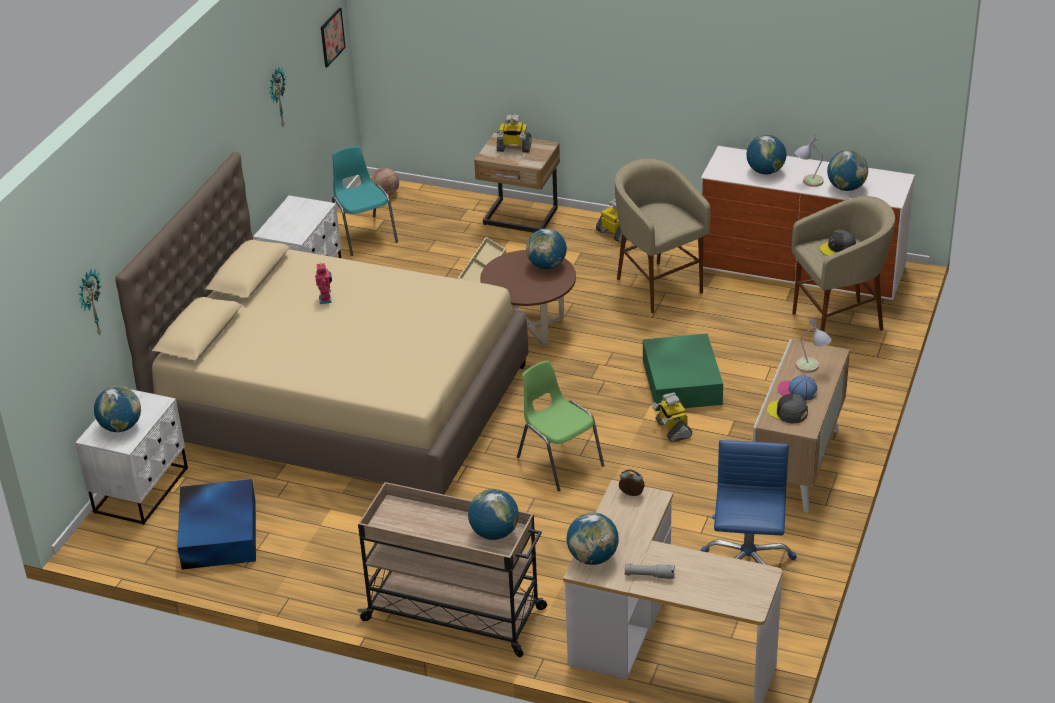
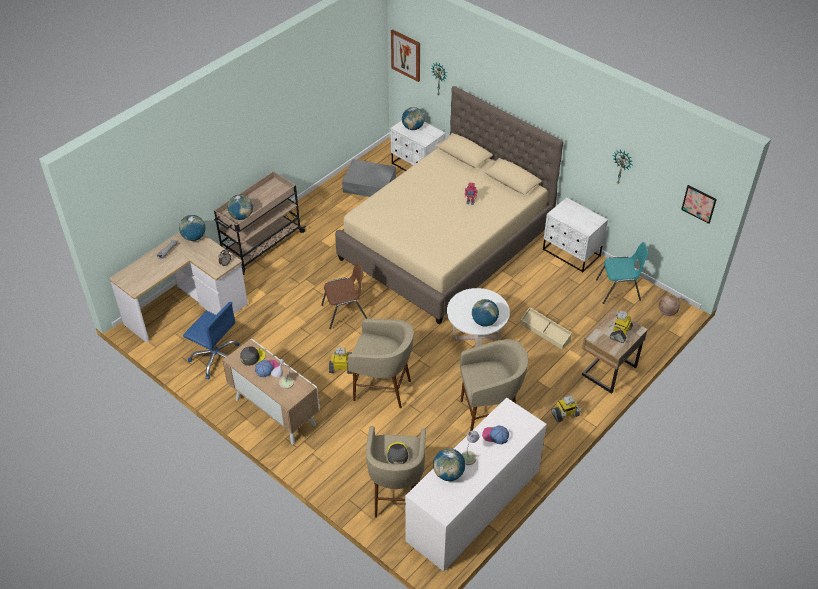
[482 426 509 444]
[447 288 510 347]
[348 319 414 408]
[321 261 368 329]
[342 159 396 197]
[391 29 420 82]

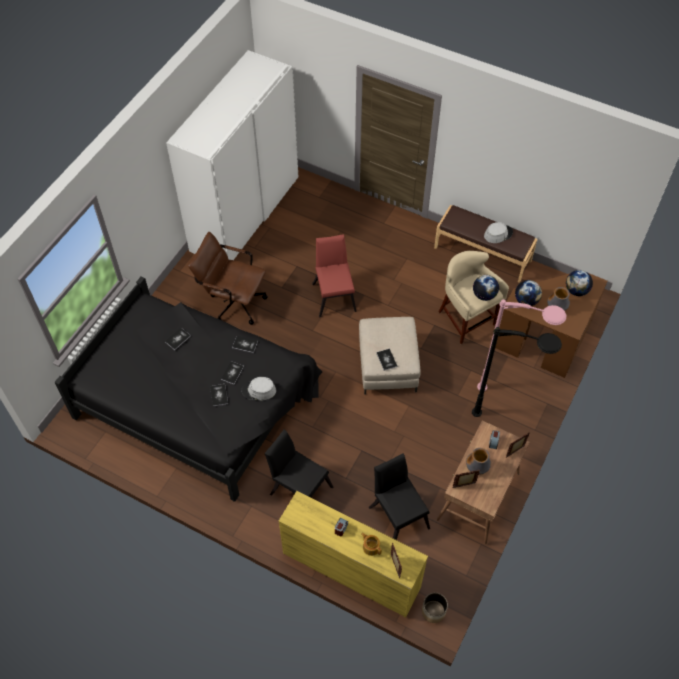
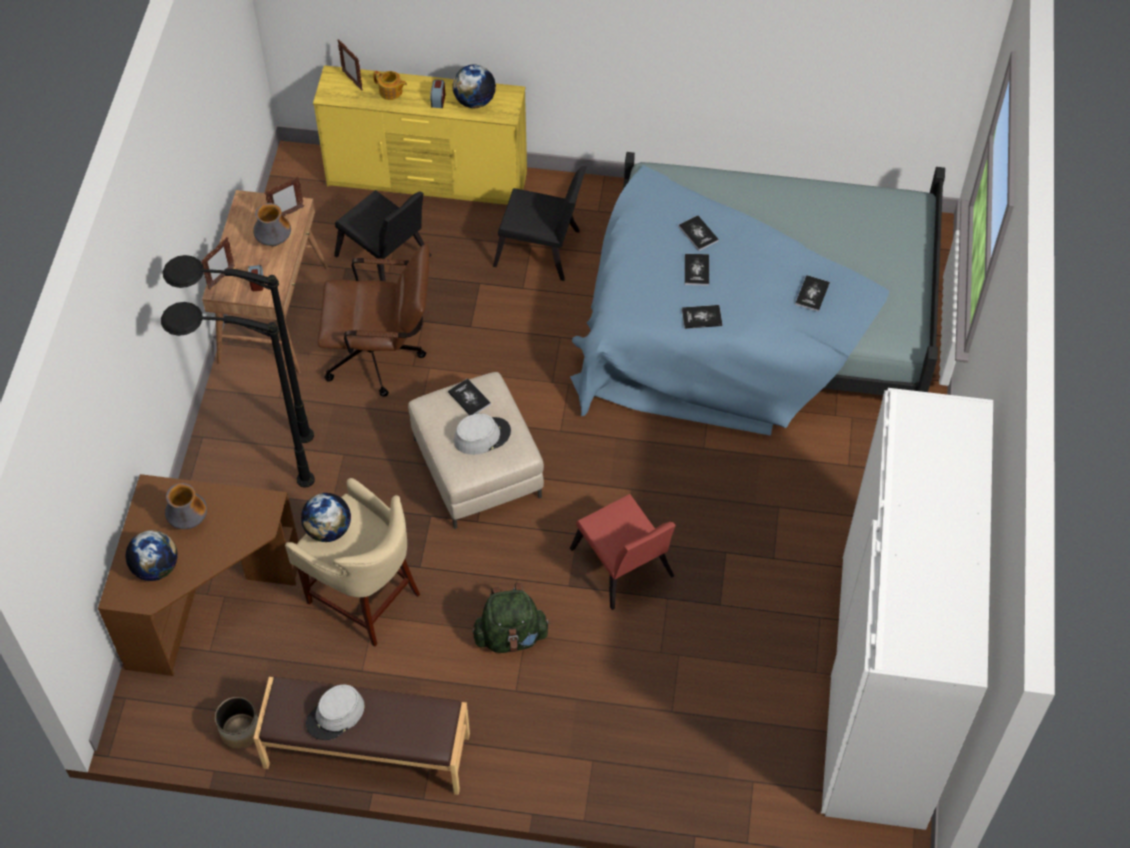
[318 244 430 397]
[570 152 945 436]
[453 65 496 108]
[161 302 315 488]
[454 414 511 455]
[215 697 258 749]
[473 583 550 653]

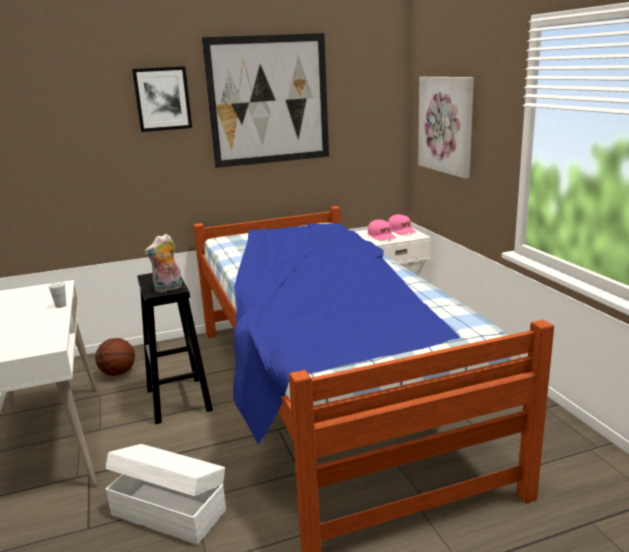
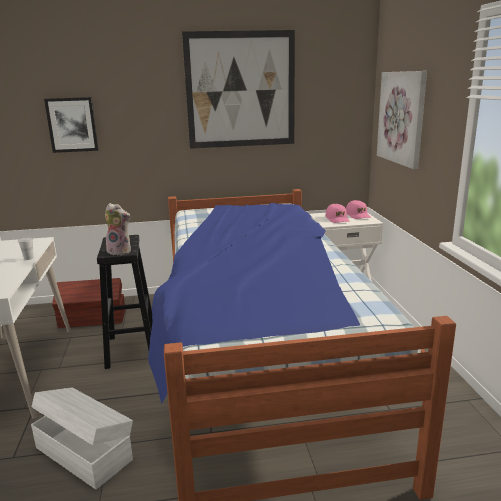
[44 97 99 153]
[105 203 131 255]
[52 278 125 328]

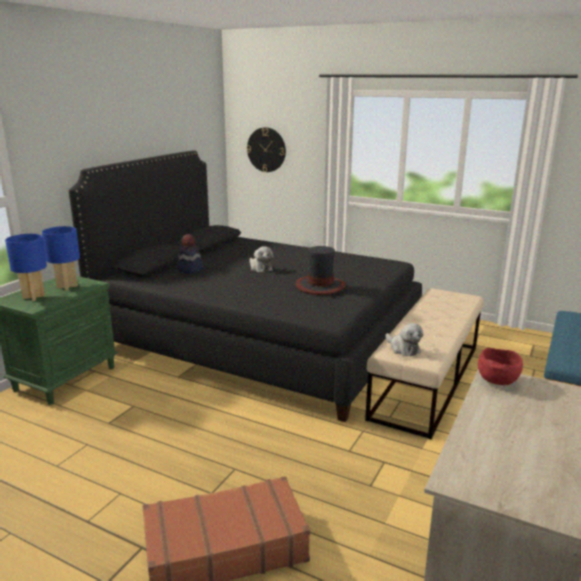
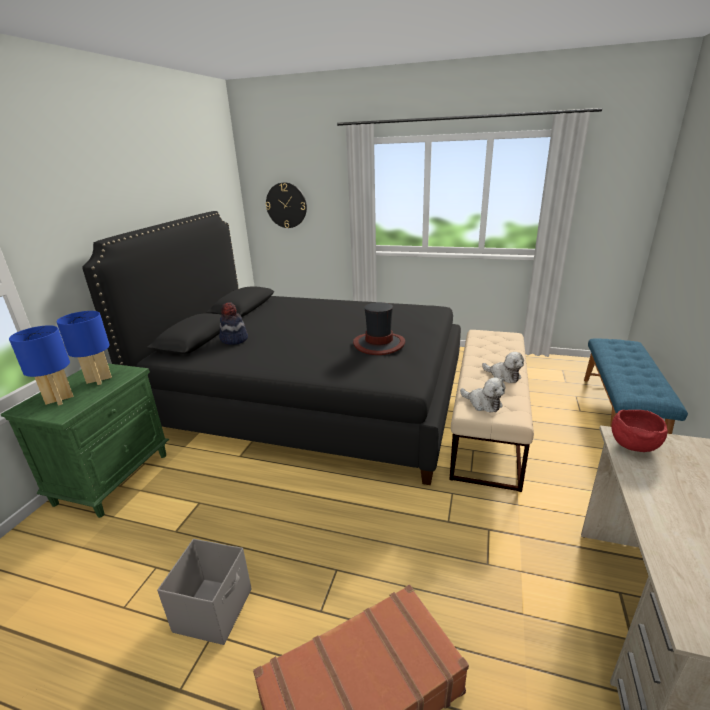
[482 352 524 383]
[157 539 252 645]

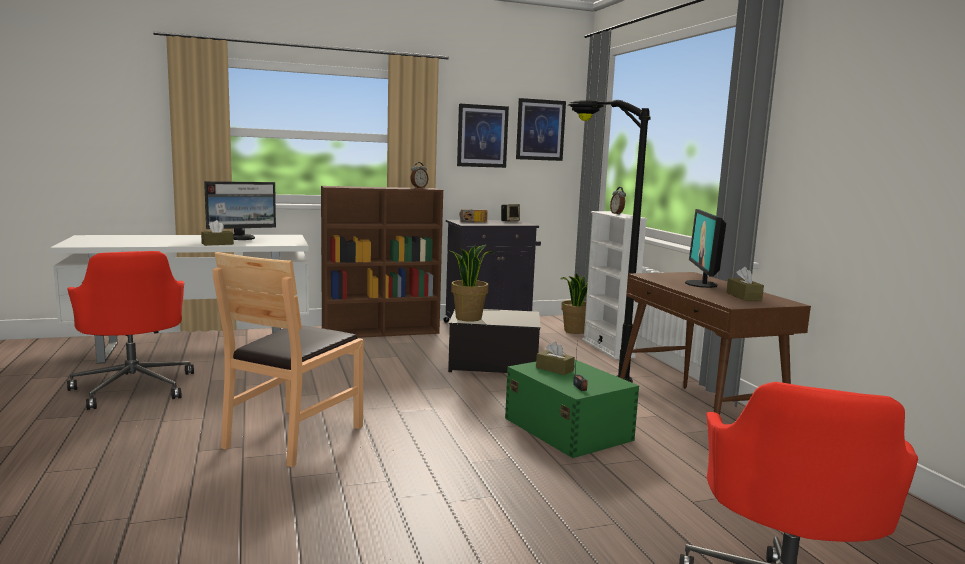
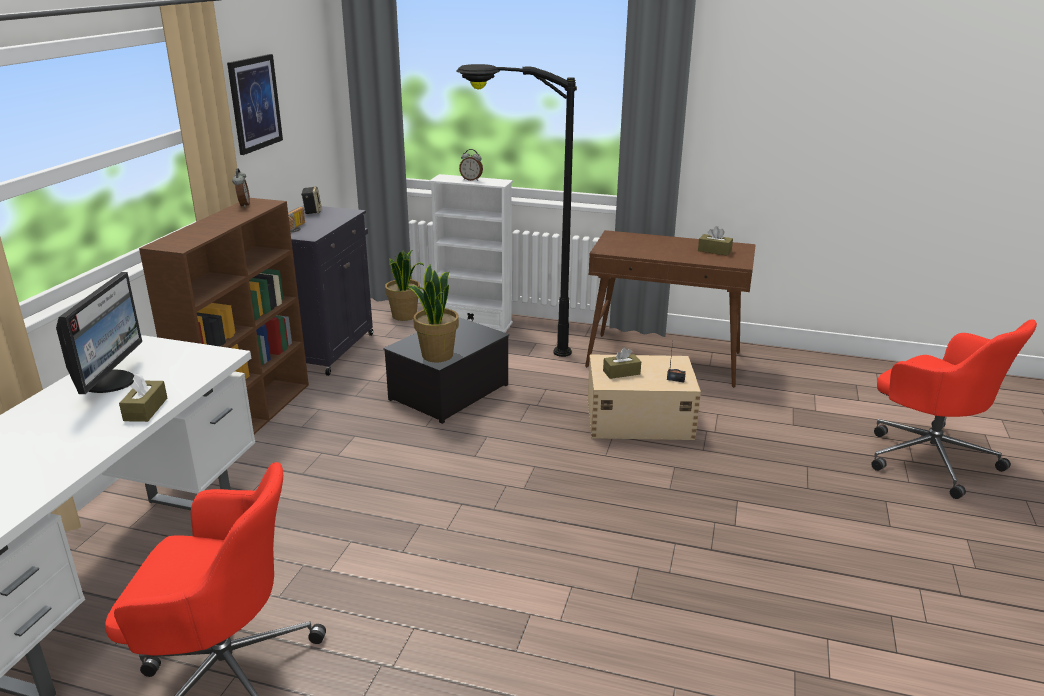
[516 98 566 161] (first image)
[685 209 726 288] (first image)
[213 252 363 467] (first image)
[588 354 701 440]

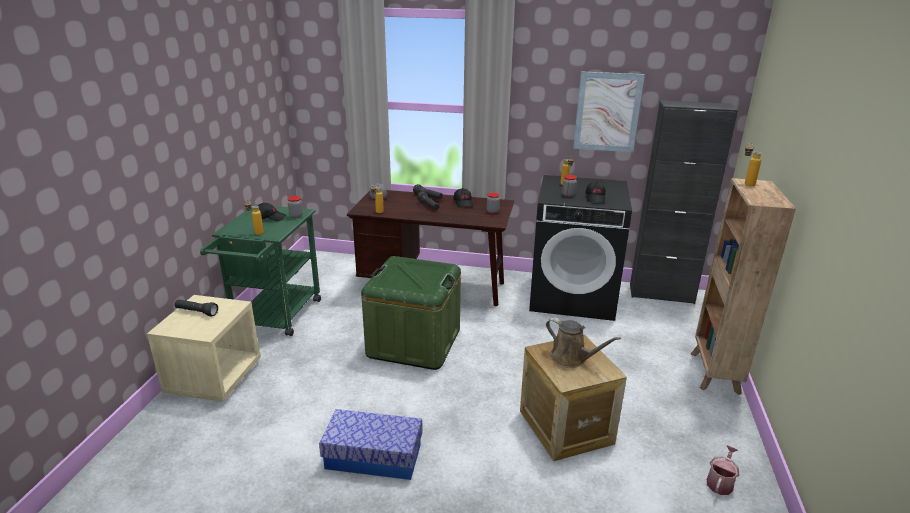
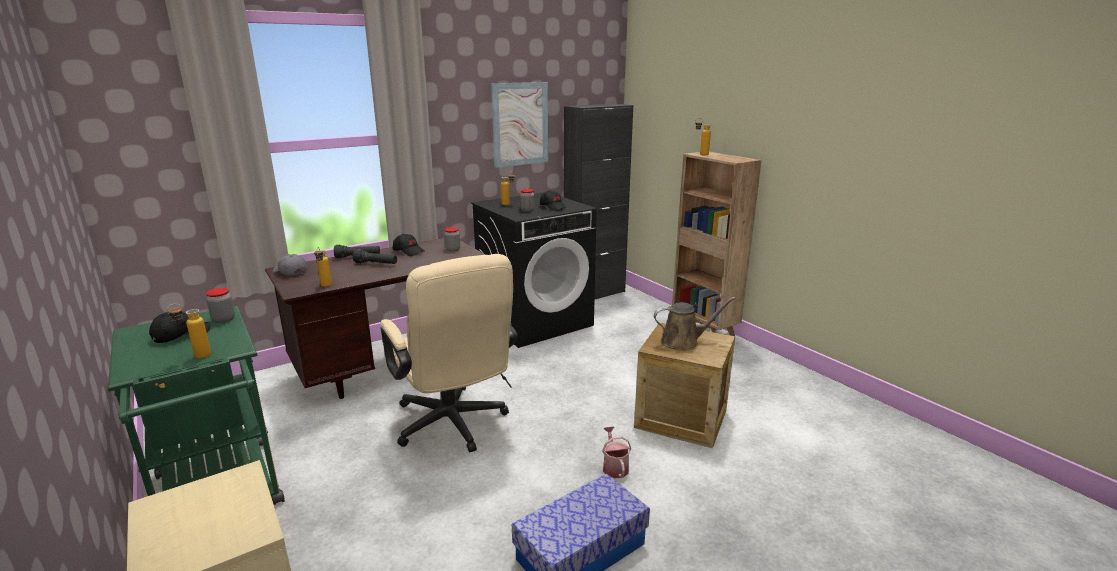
[380 254 518 452]
[175 299 218 317] (first image)
[602 426 631 479]

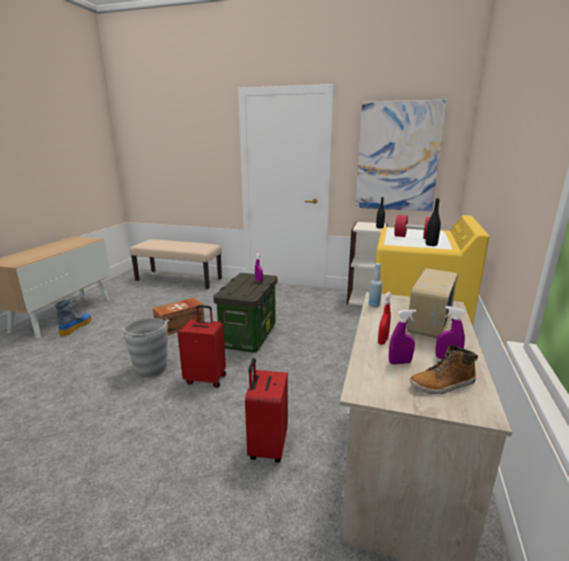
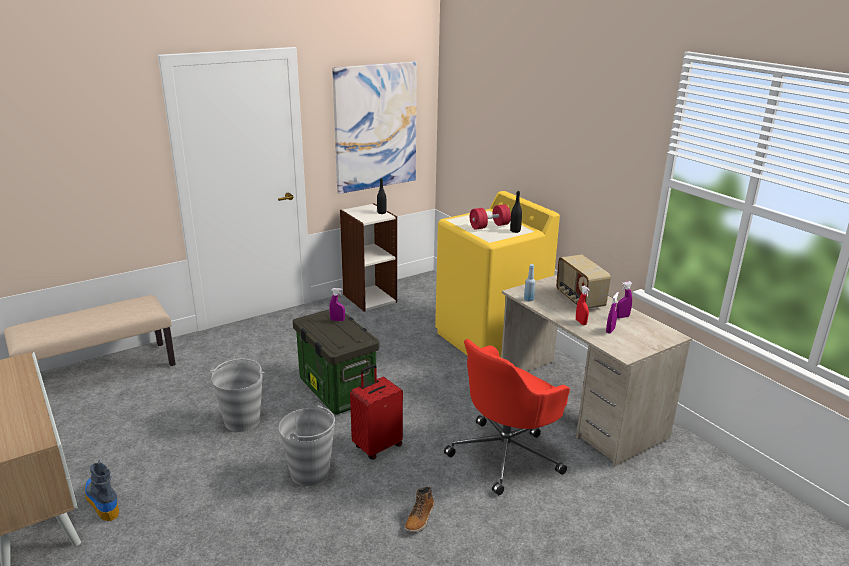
[210 359 265 432]
[405 487 434 533]
[444 339 570 495]

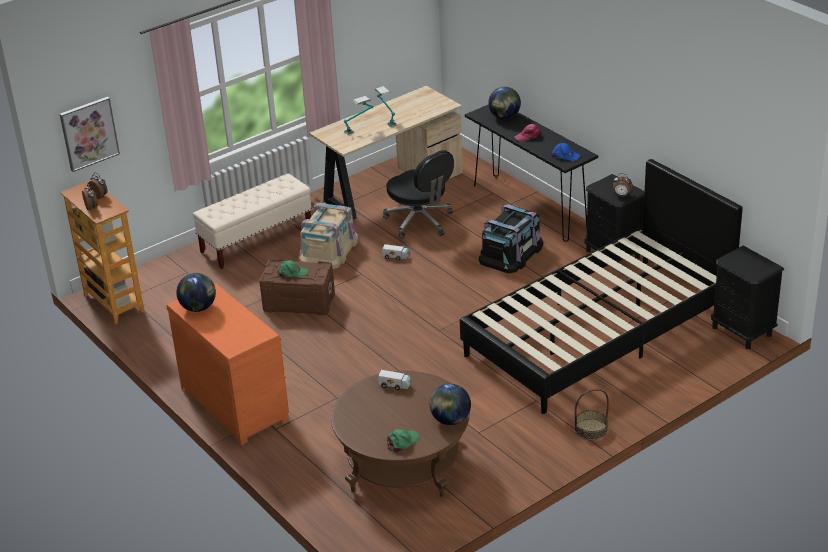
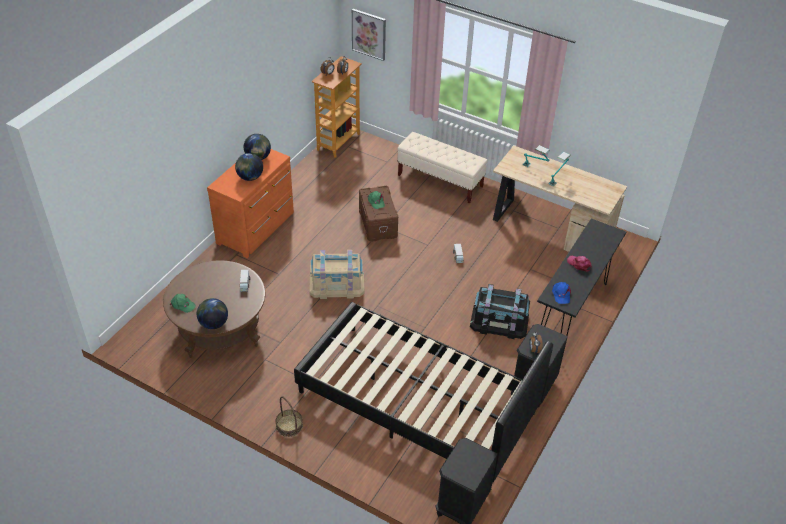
[235 153 263 181]
[383 150 454 239] (first image)
[309 250 364 299]

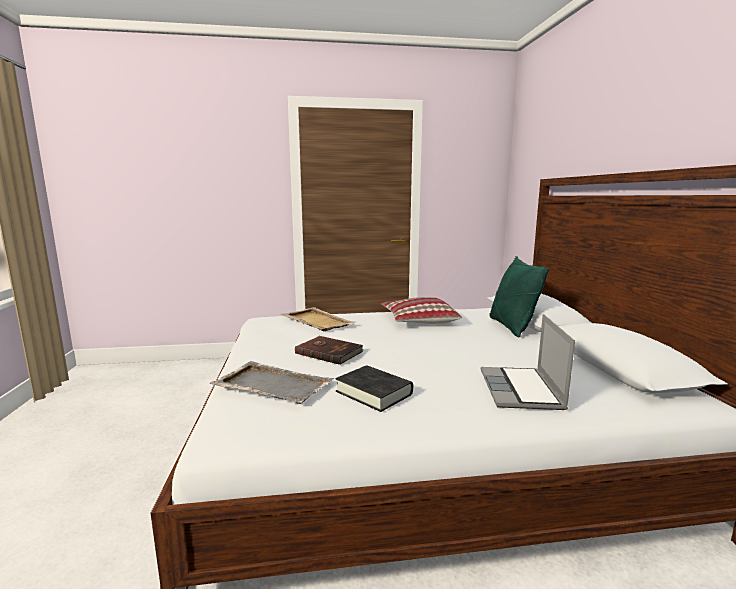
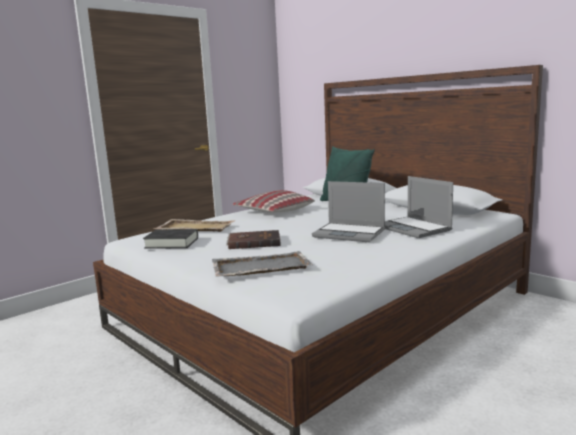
[143 229 198 249]
[312 181 385 242]

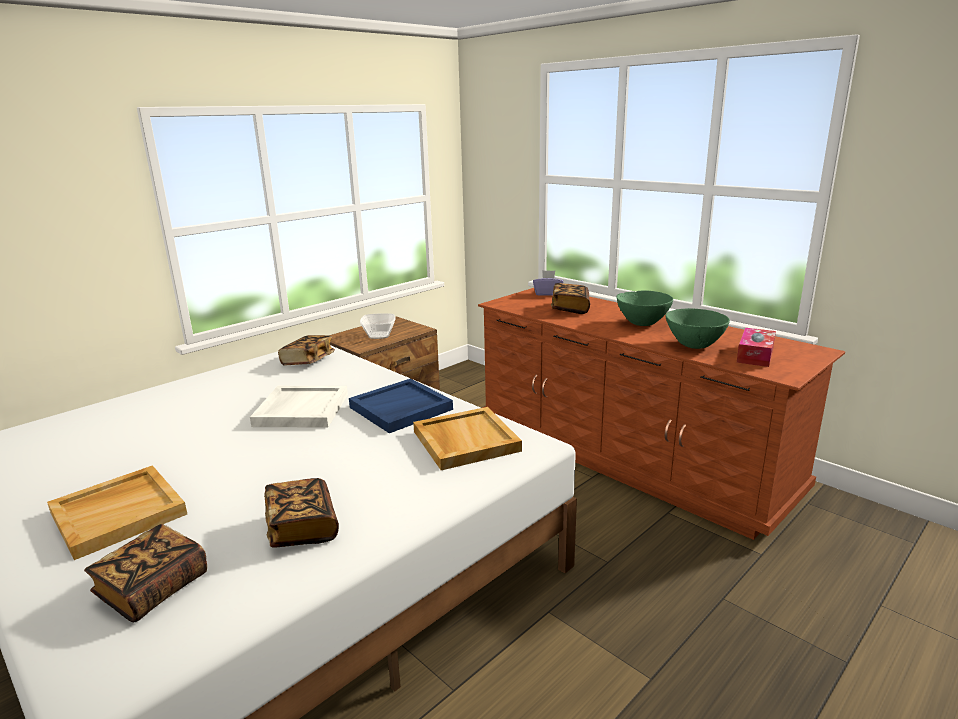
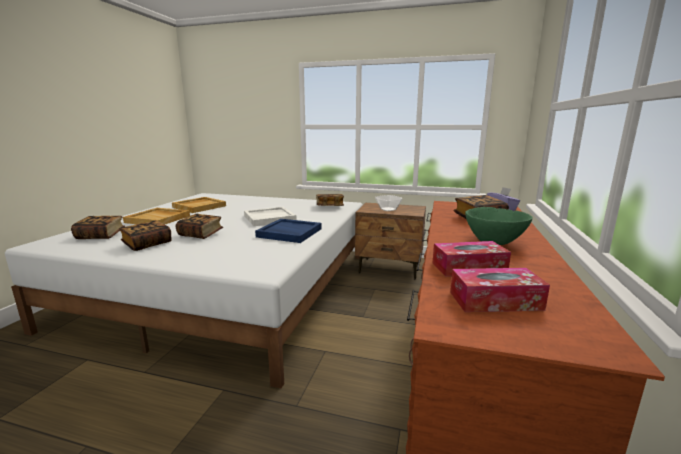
[433 241 511 277]
[172 197 226 213]
[176 214 223 239]

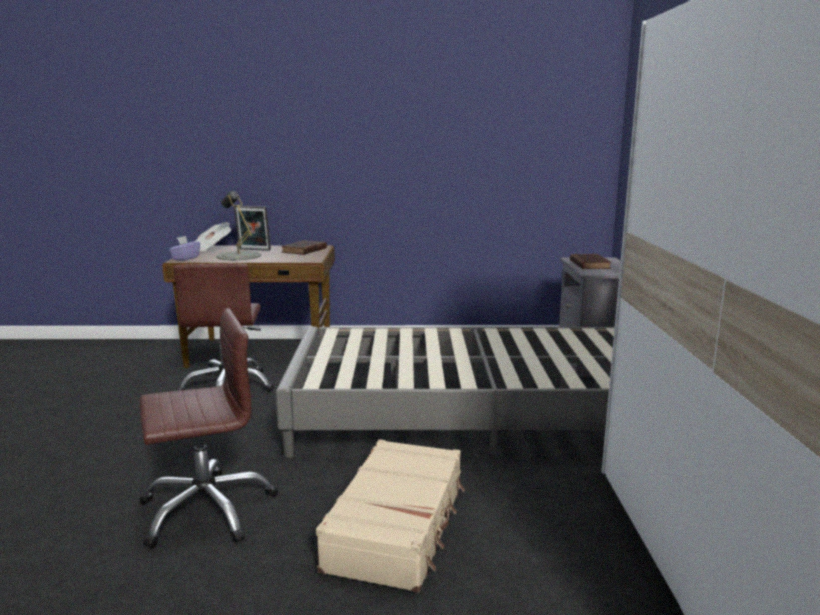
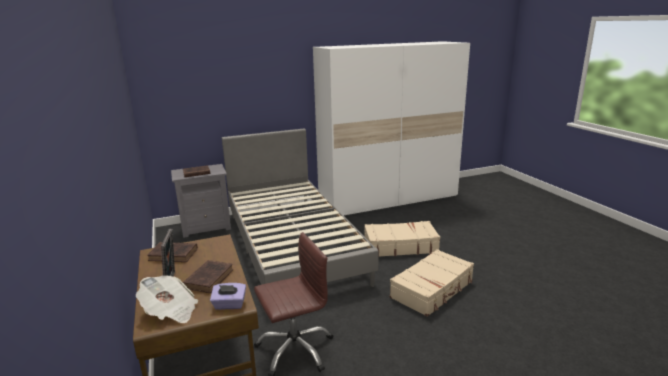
[183 260 234 293]
[390 249 474 317]

